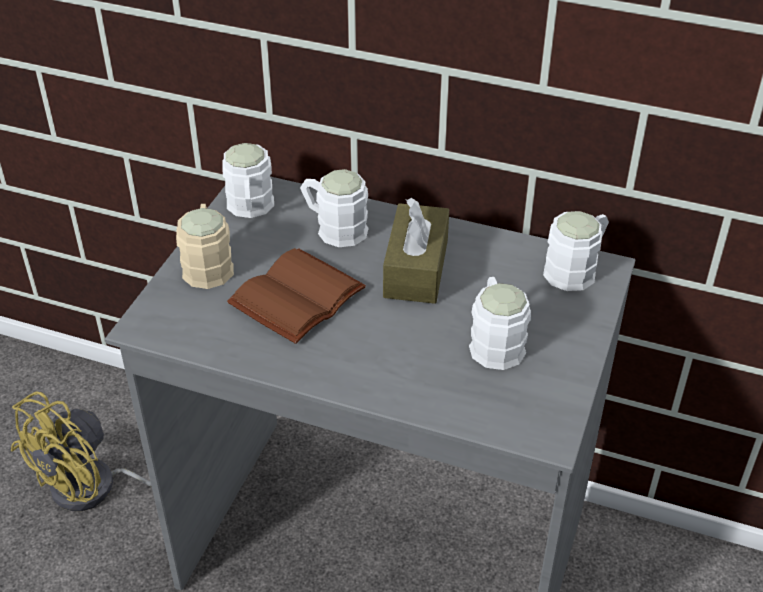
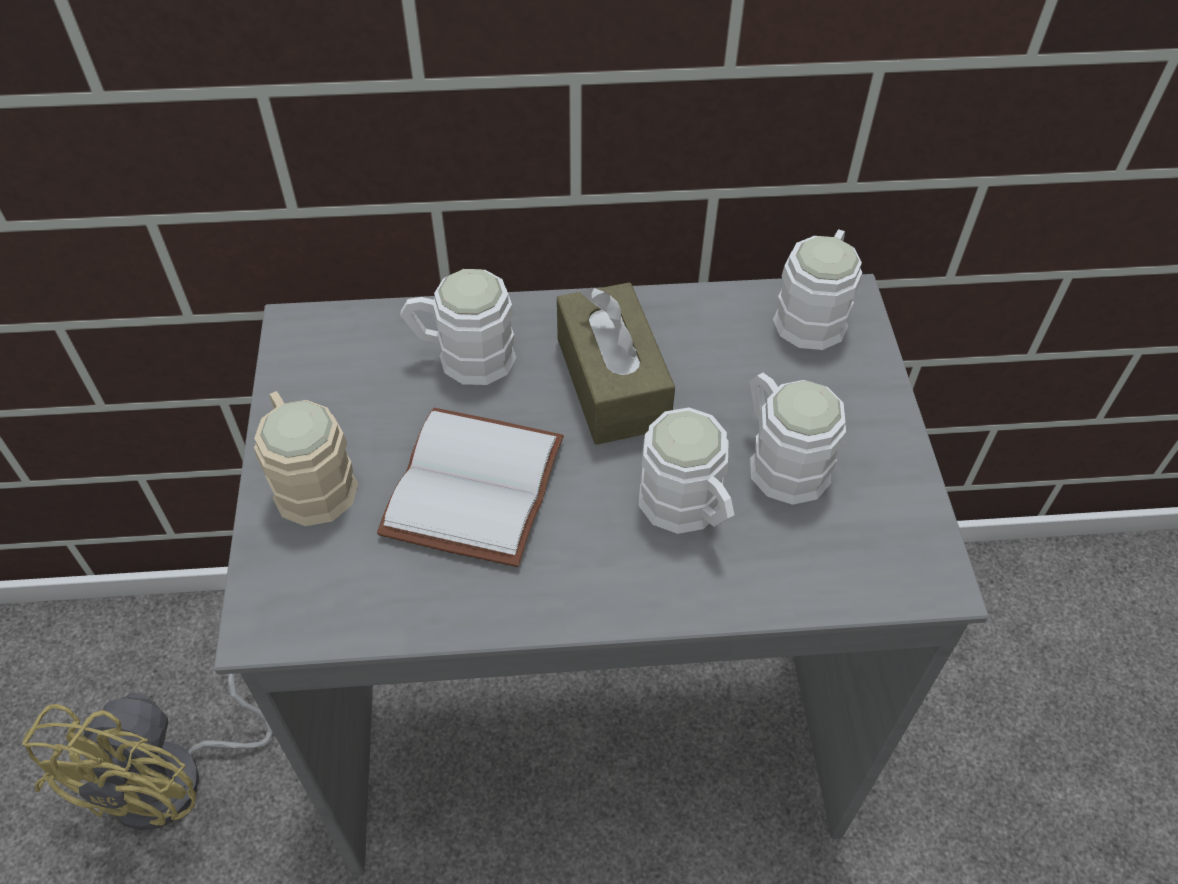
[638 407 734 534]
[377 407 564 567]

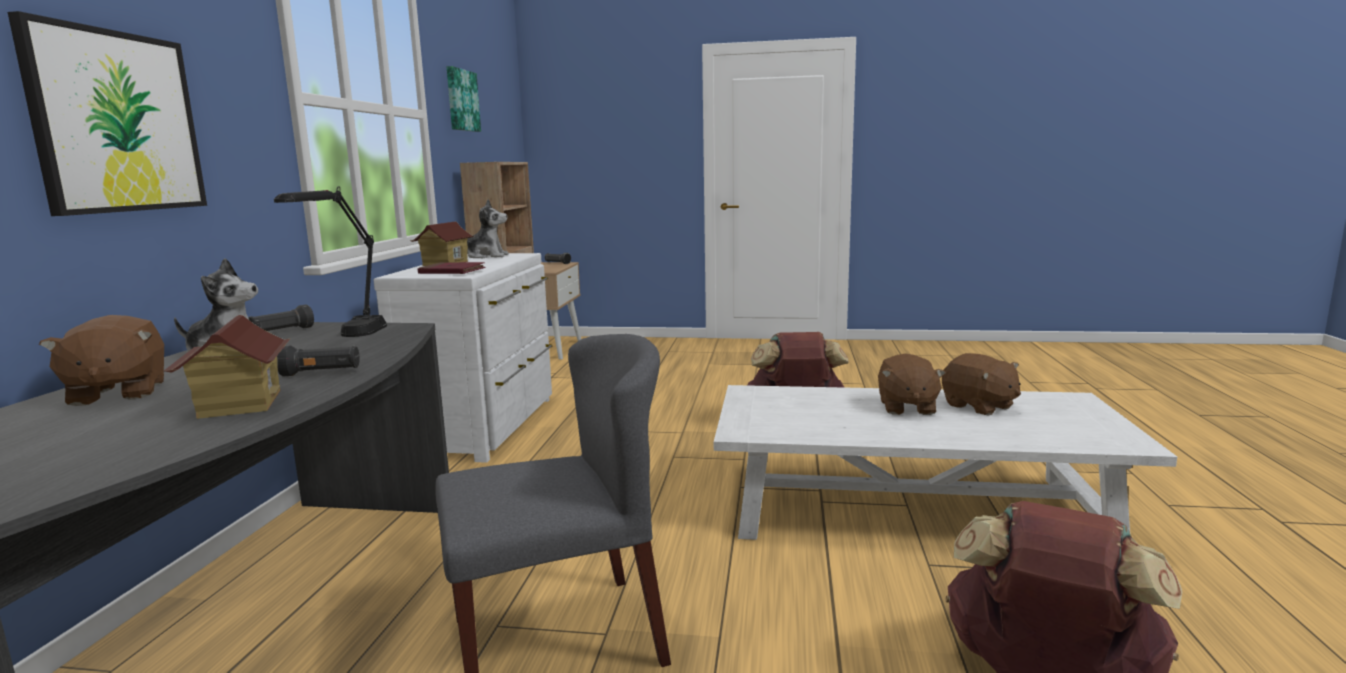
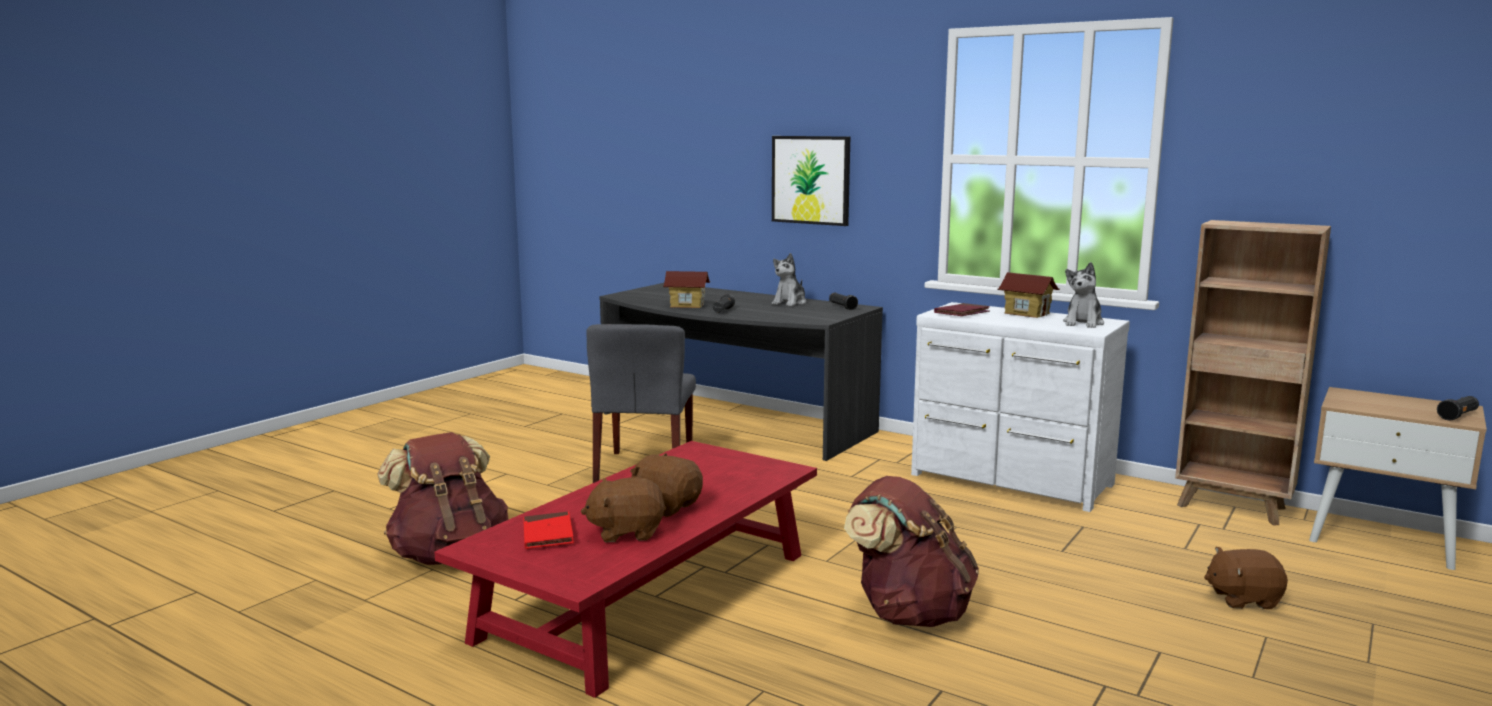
[446 66 481 132] (first image)
[274 186 387 337] (first image)
[1204 547 1288 609]
[434 441 817 698]
[523 511 574 549]

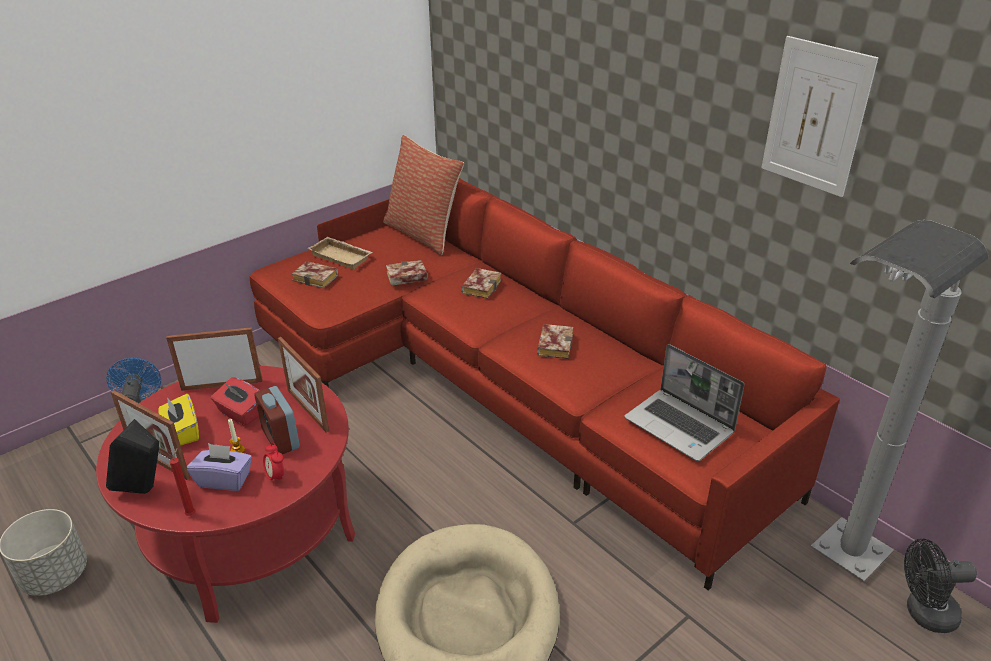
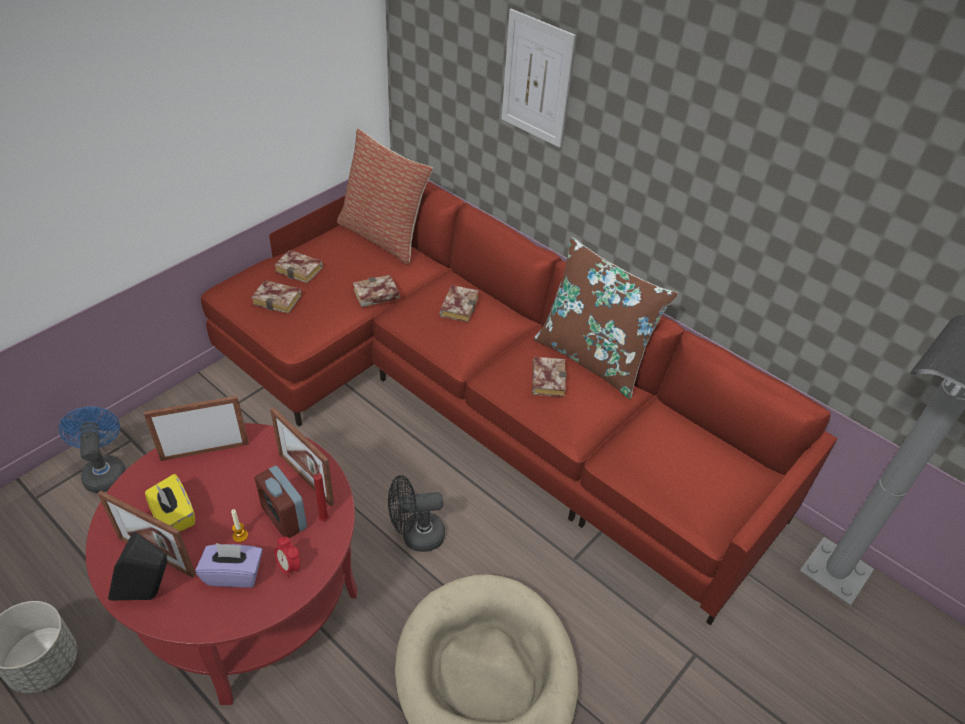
[502 9 576 148]
[274 250 323 283]
[624 344 744 461] (first image)
[211 377 260 426] (first image)
[313 464 329 521]
[388 475 445 552]
[534 237 678 399]

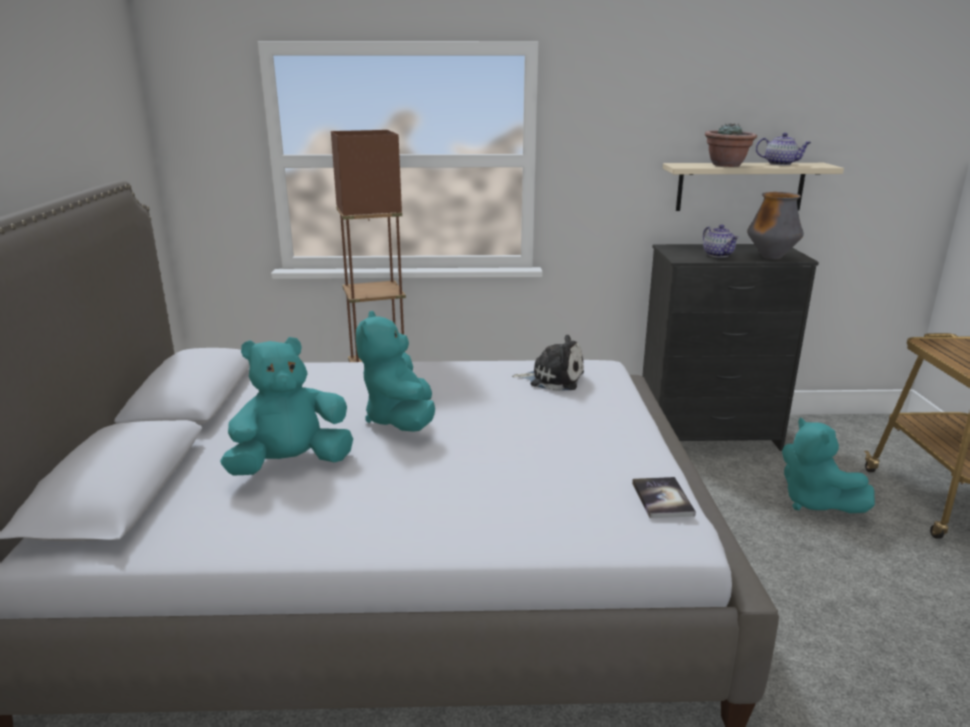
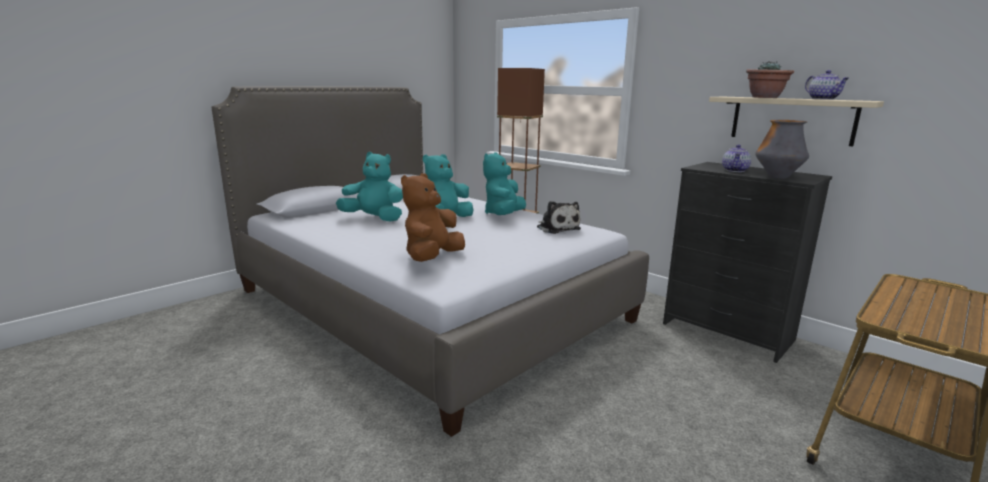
[483 152 526 215]
[632 477 696 518] (first image)
[401 173 465 262]

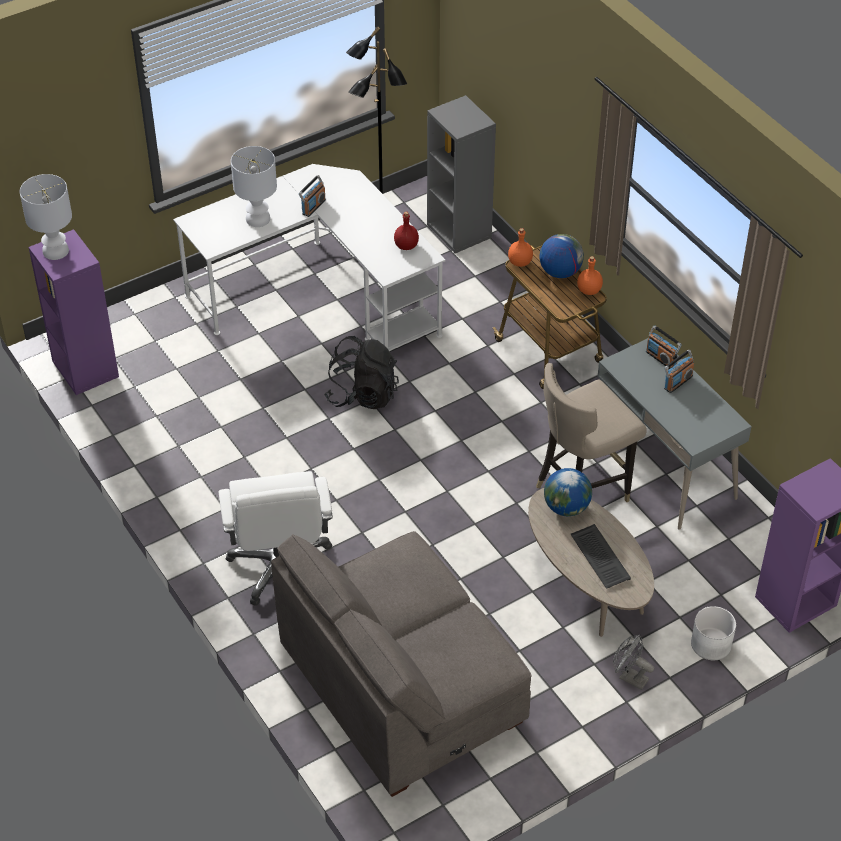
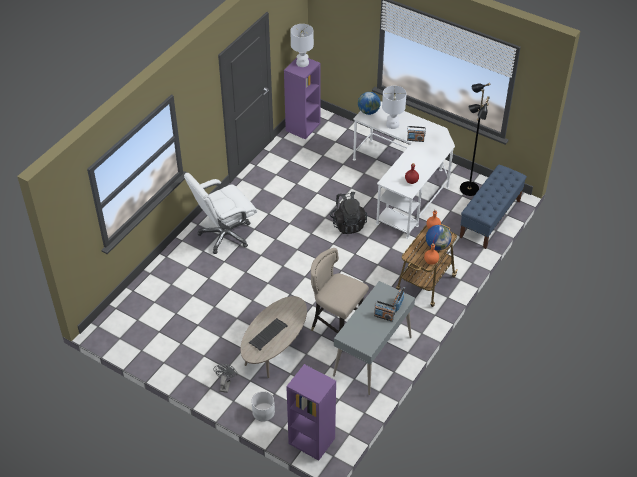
[460 165 527 249]
[358 92 381 115]
[271 531 532 797] (first image)

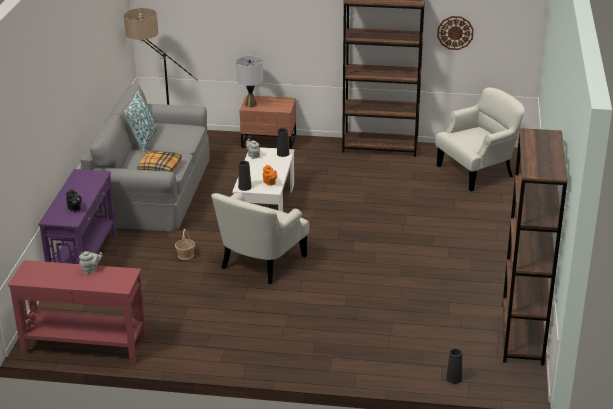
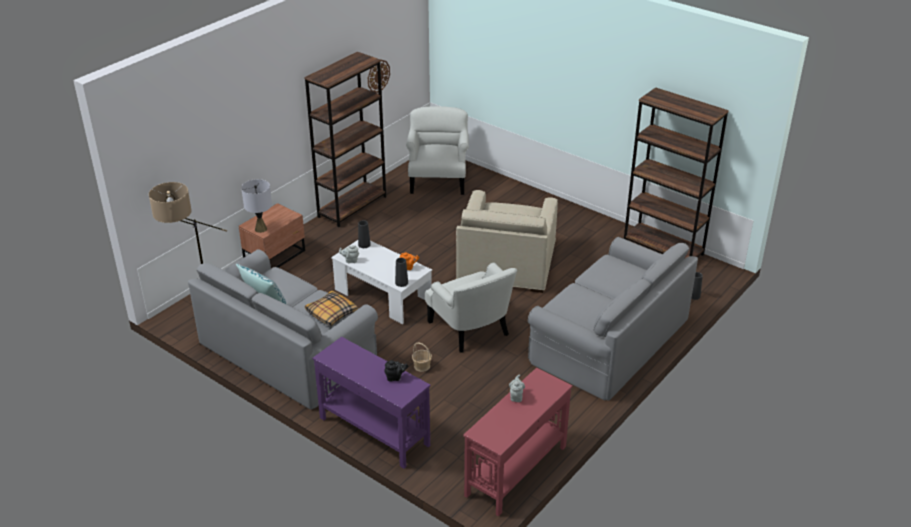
[456 190 558 293]
[528 237 698 400]

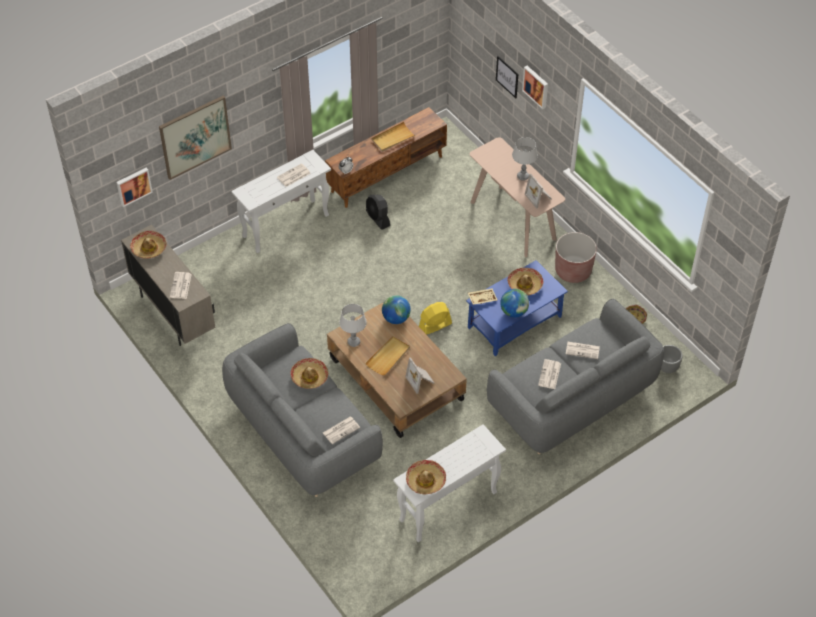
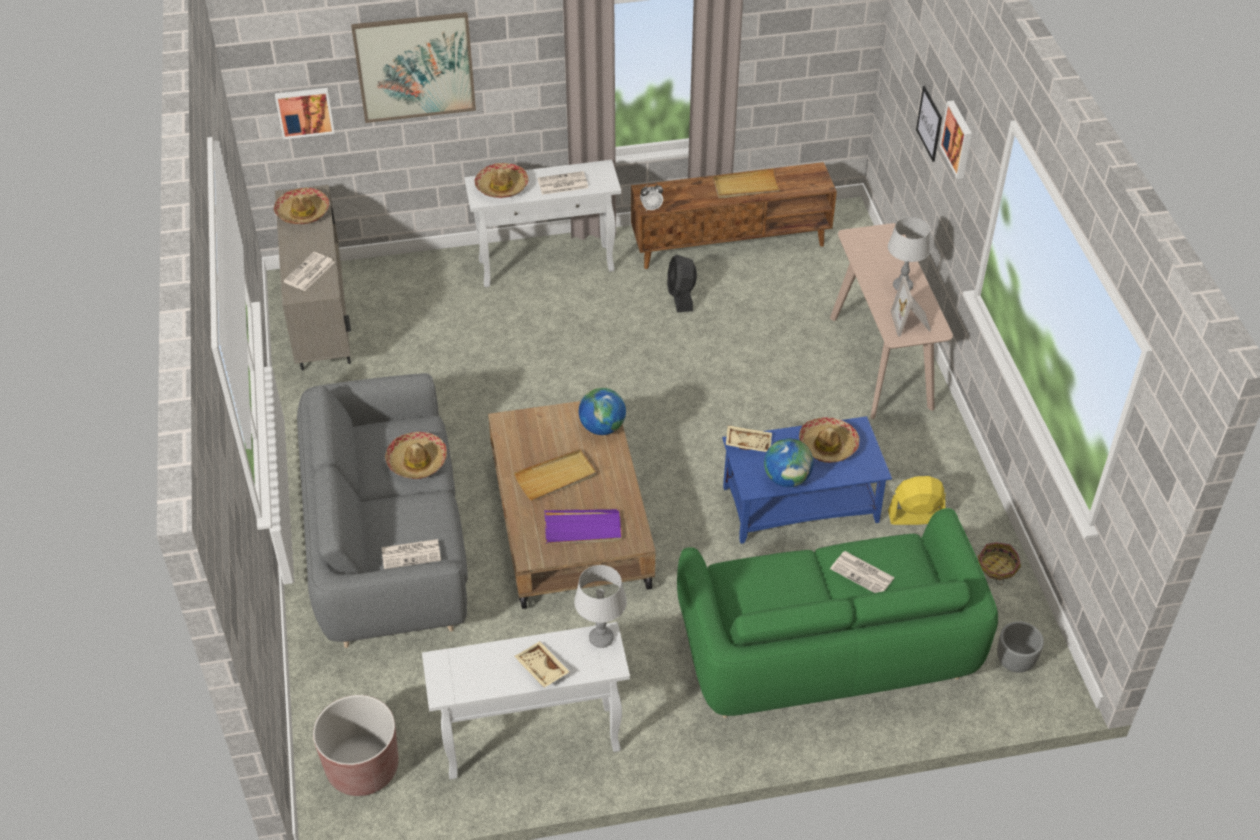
[313 695 398 796]
[677 508 998 718]
[888 476 946 525]
[574 565 627 648]
[545 509 622 544]
[538 359 561 389] (first image)
[474 163 529 198]
[514 641 570 688]

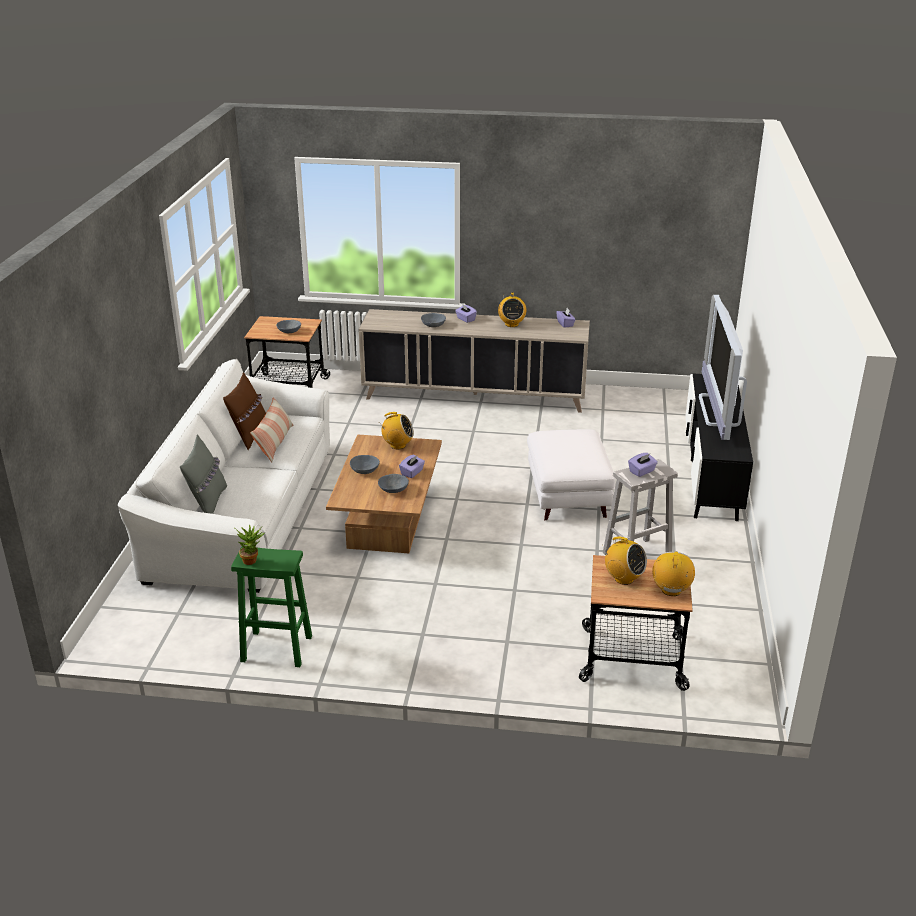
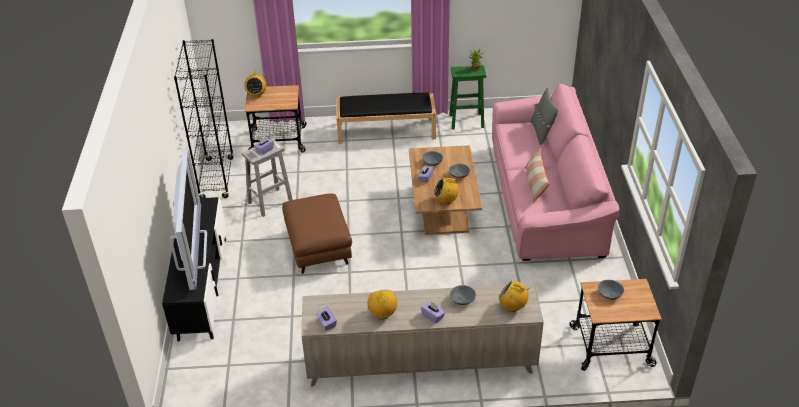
[492 84 619 261]
[223 372 266 450] (first image)
[282 193 352 274]
[498 281 532 312]
[174 39 234 198]
[336 92 436 144]

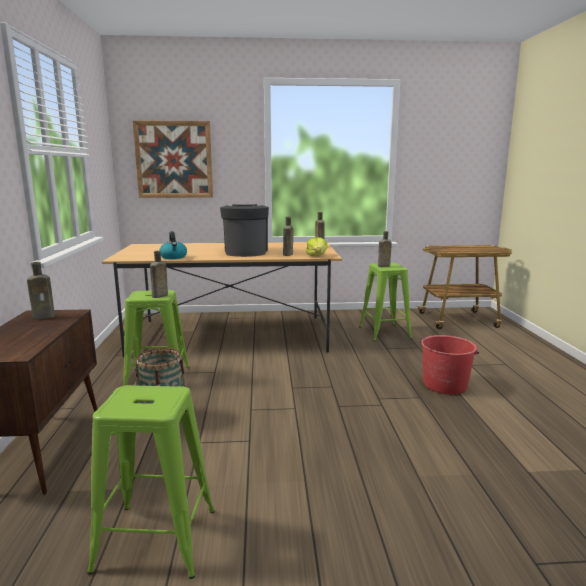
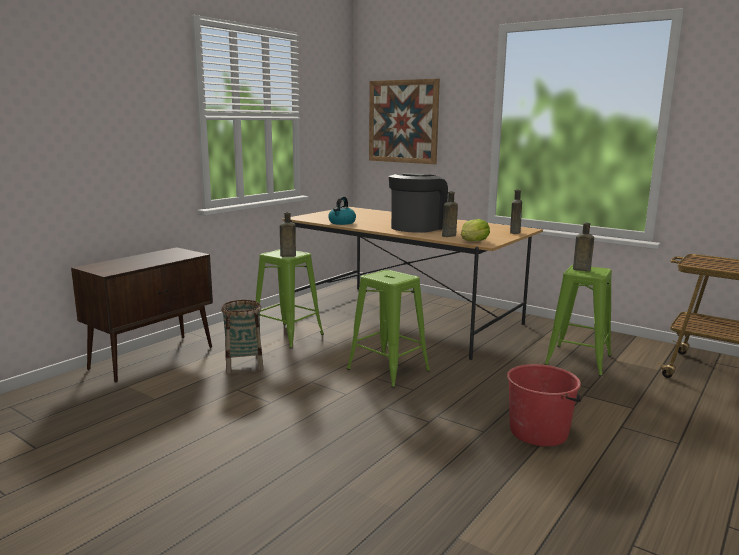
[27 262 55 320] (first image)
[347 270 430 388]

